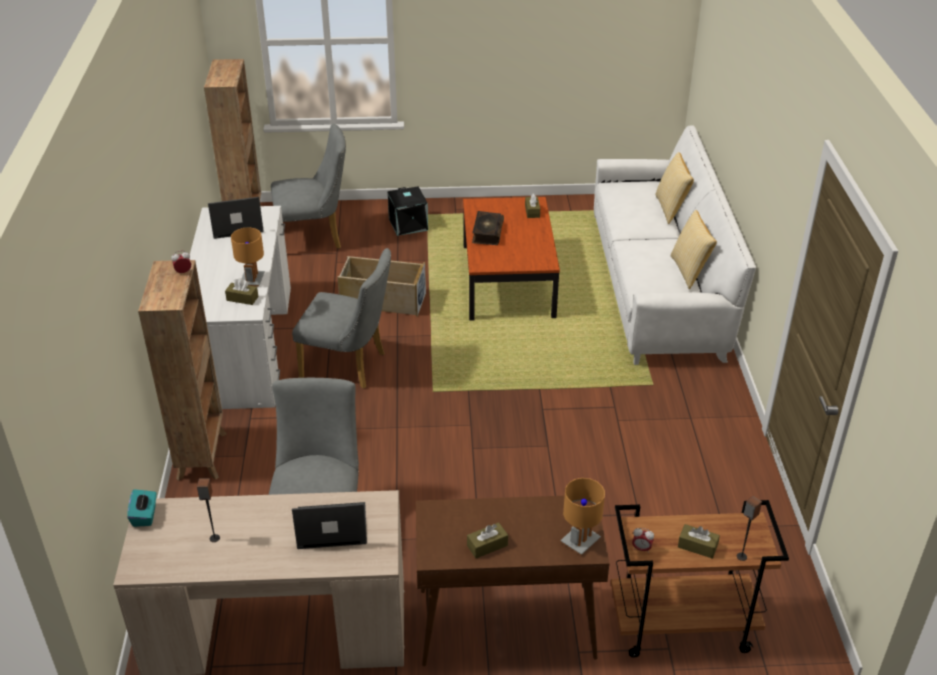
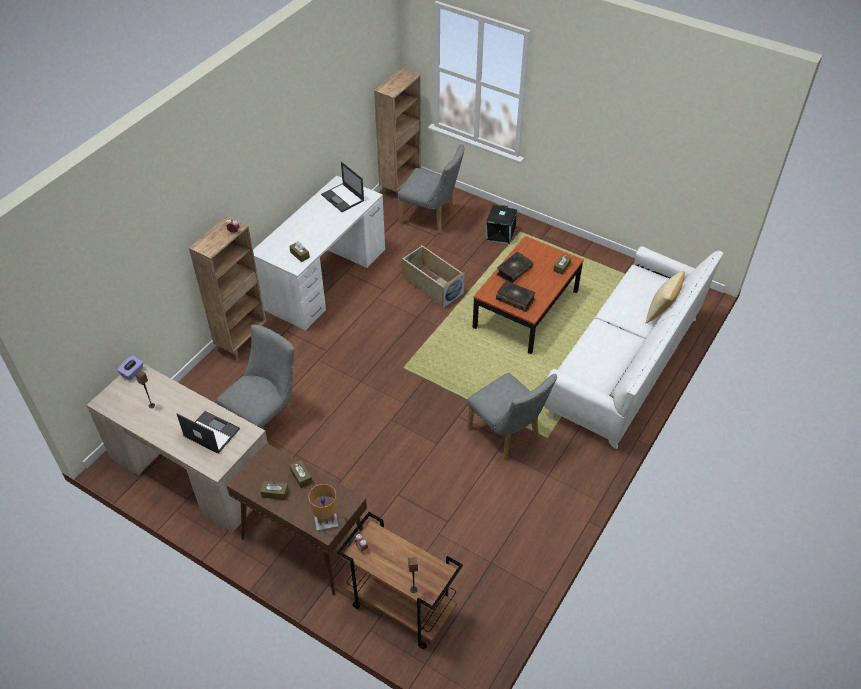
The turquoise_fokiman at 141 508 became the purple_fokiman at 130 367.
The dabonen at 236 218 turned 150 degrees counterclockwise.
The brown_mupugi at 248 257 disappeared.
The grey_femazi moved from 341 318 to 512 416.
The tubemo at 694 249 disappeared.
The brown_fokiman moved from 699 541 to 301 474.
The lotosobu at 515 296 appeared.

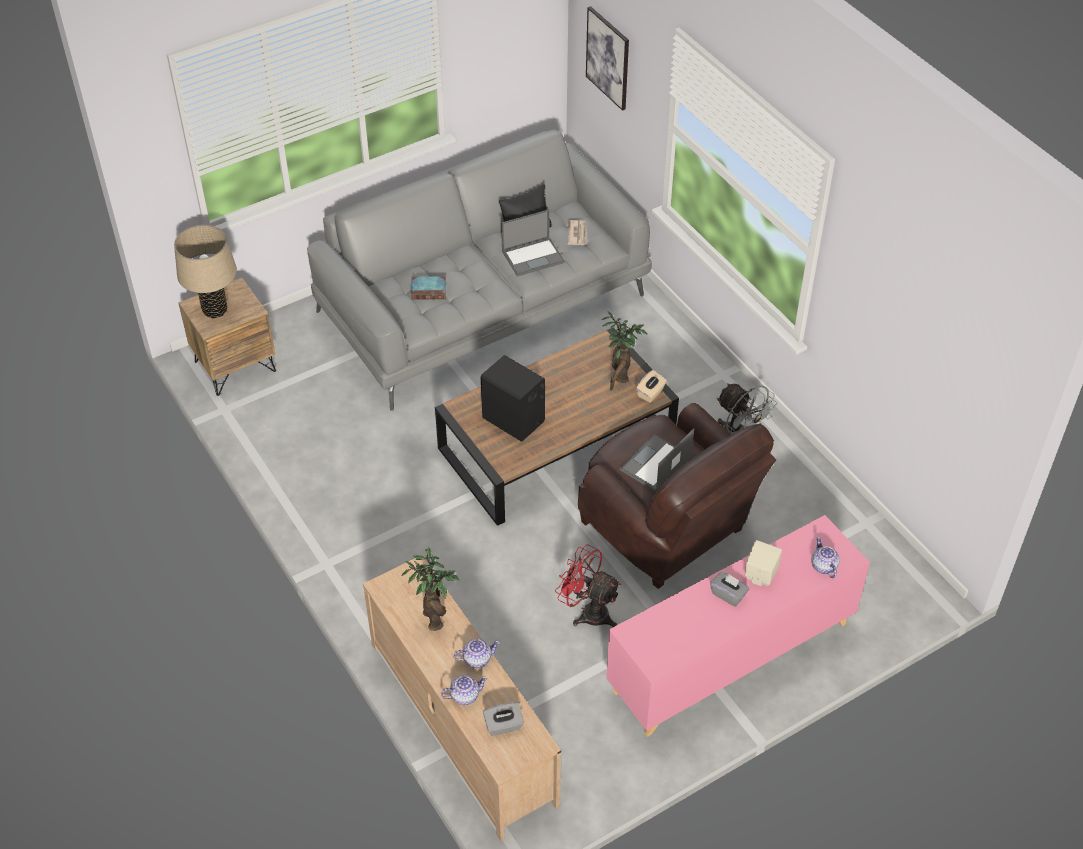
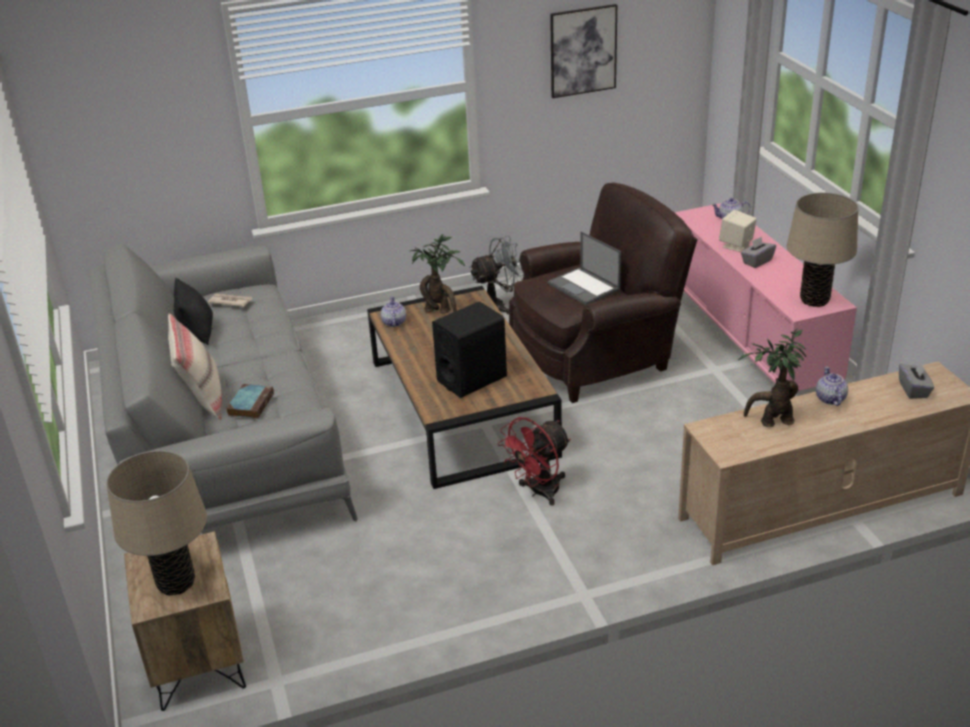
The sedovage moved from 464 690 to 393 311.
The dabonen at 533 243 disappeared.
The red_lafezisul moved from 588 585 to 534 461.
The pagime moved from 607 58 to 583 51.
The beige_fokiman at 651 386 disappeared.
The beige_tubemo at 195 366 appeared.
The beige_mupugi at 822 249 appeared.

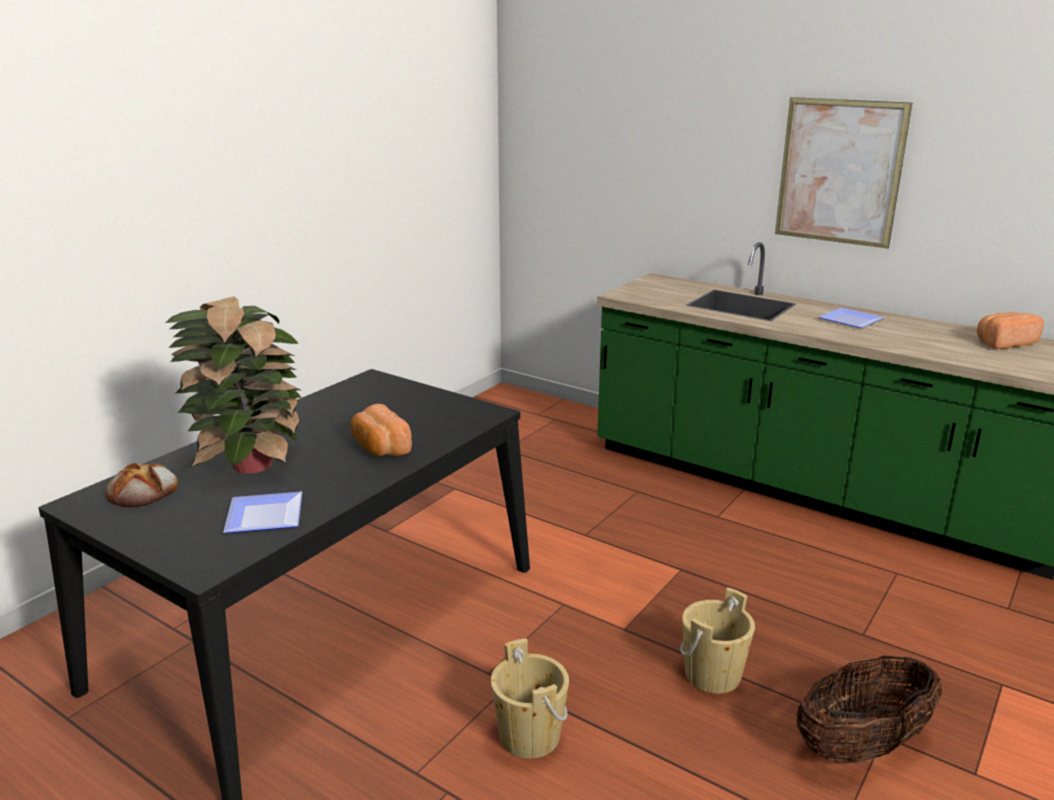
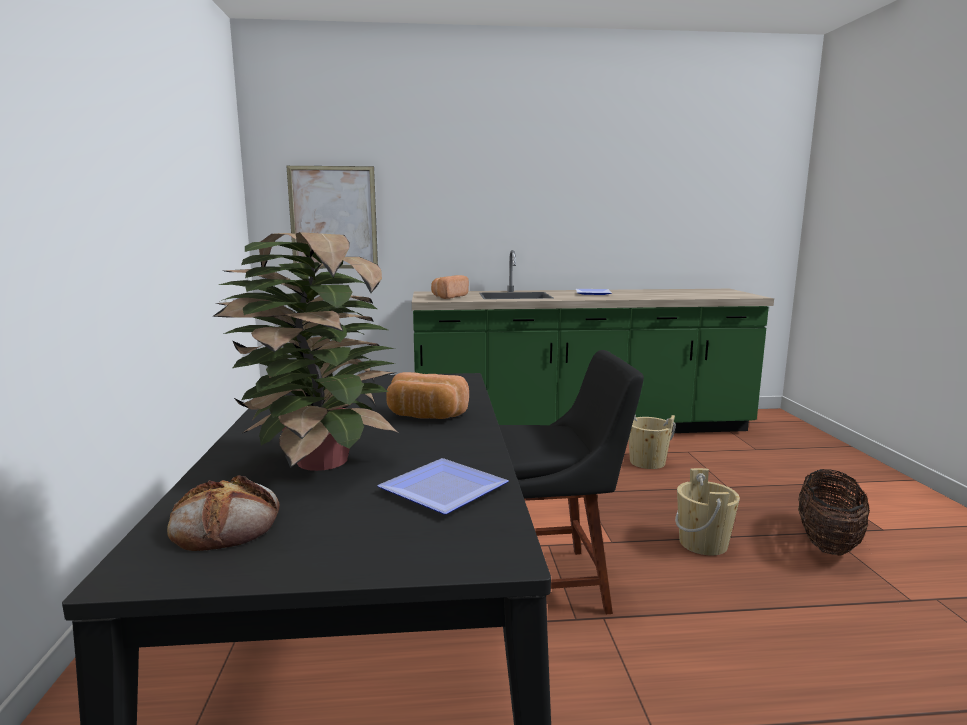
The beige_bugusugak moved from 530 698 to 652 442.
The pagime moved from 843 173 to 332 217.
The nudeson moved from 1010 330 to 450 287.
The black_femazi at 571 482 appeared.

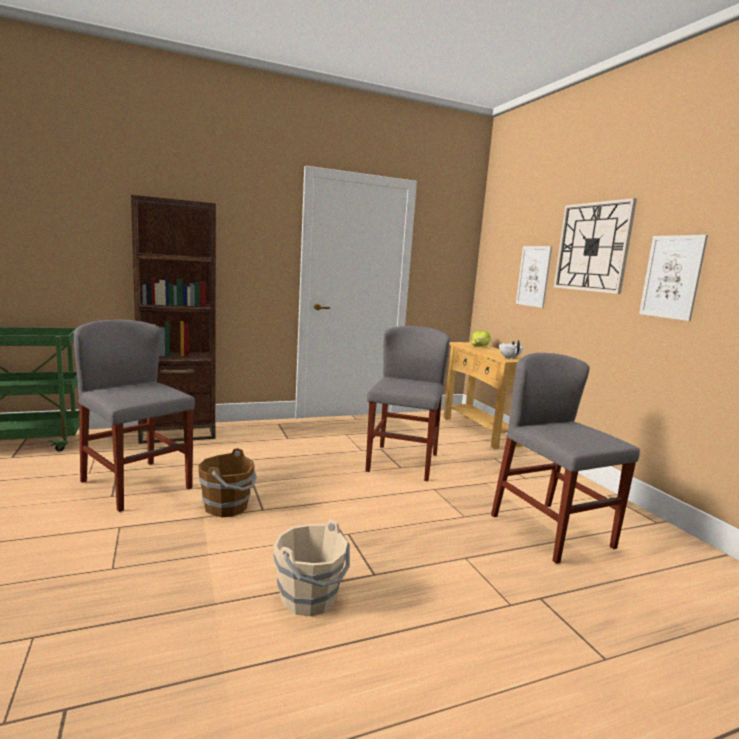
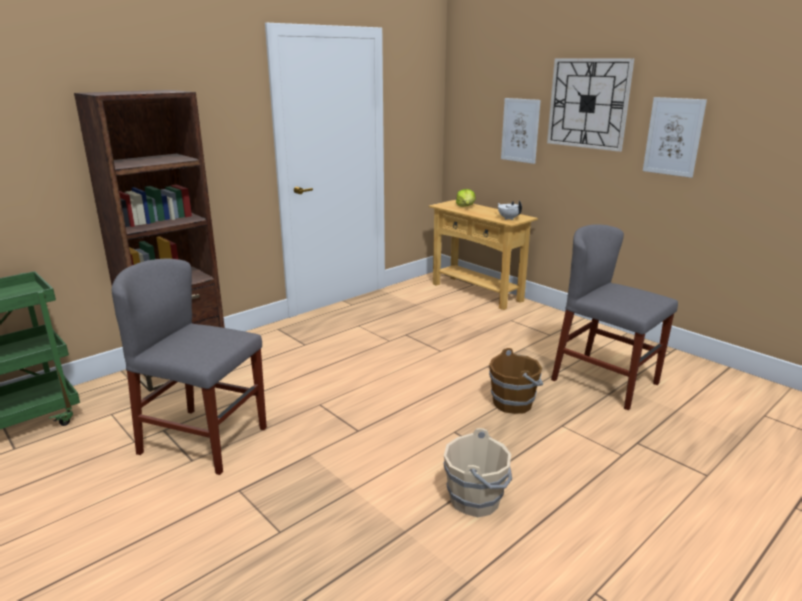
The brown_bugusugak moved from 227 482 to 516 381.
The grey_femazi at 408 403 disappeared.

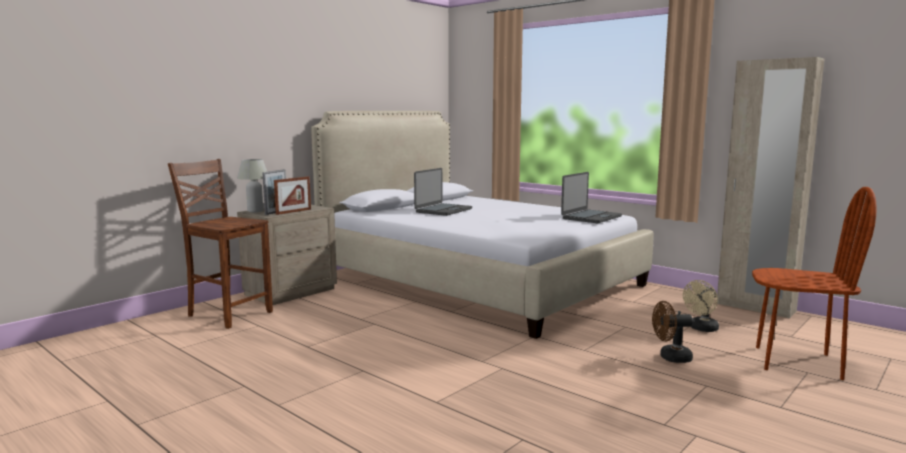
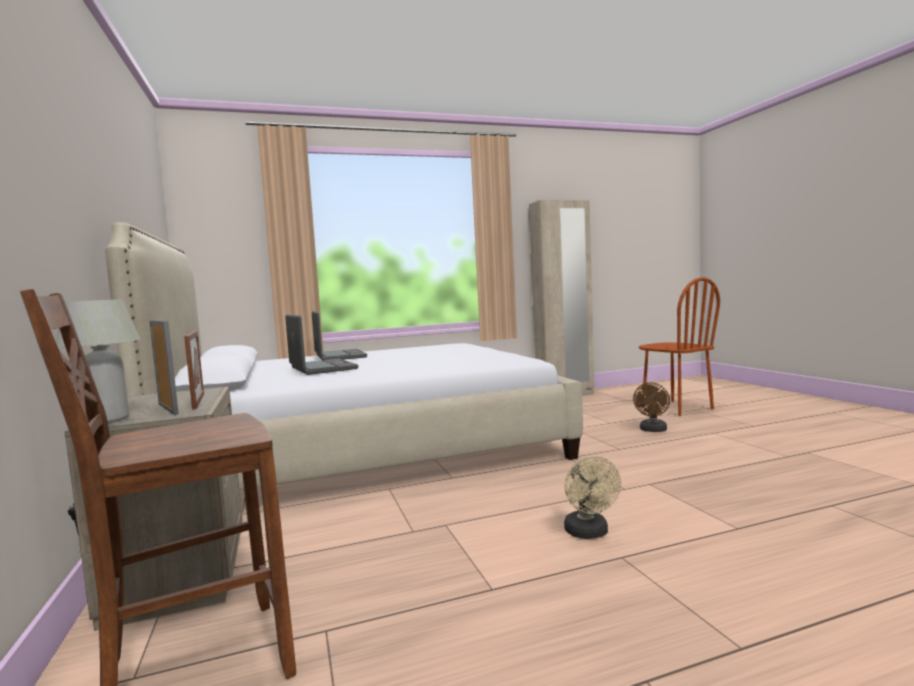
The dabonen moved from 591 197 to 339 335.
The beige_lafezisul moved from 701 306 to 592 497.
The brown_femazi at 814 283 turned 105 degrees clockwise.

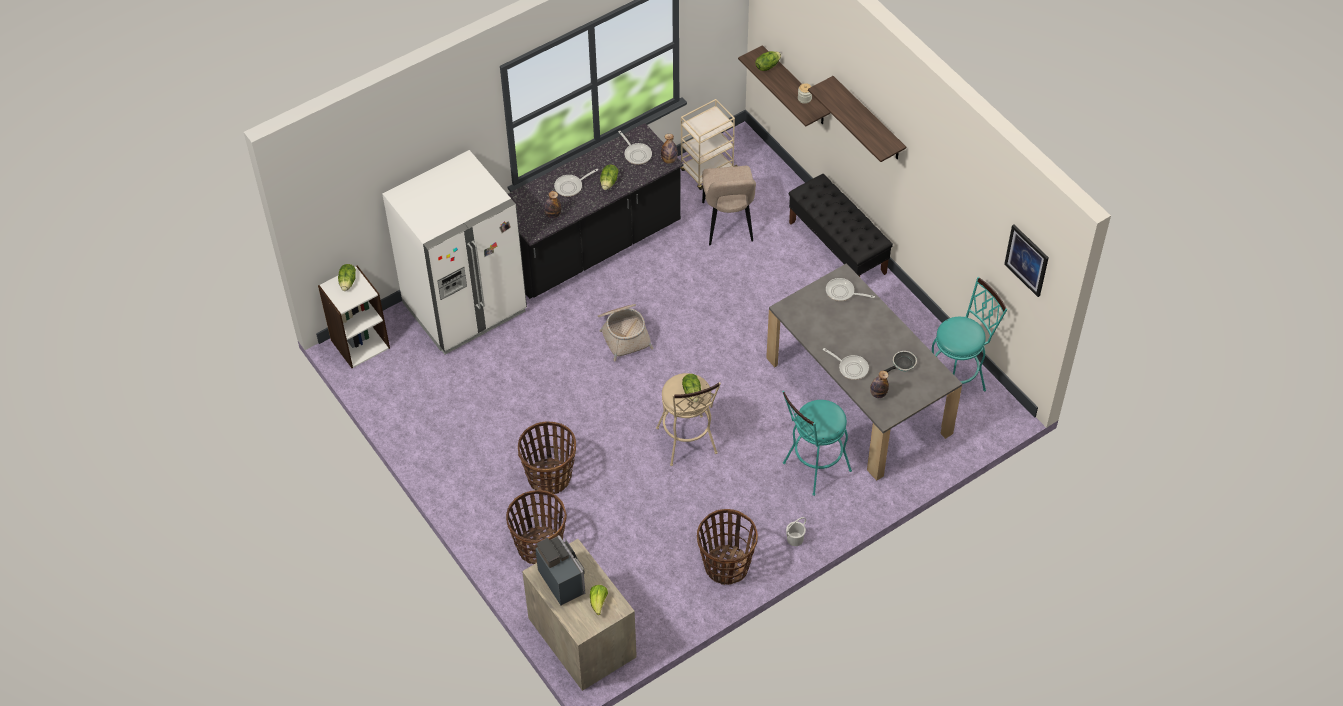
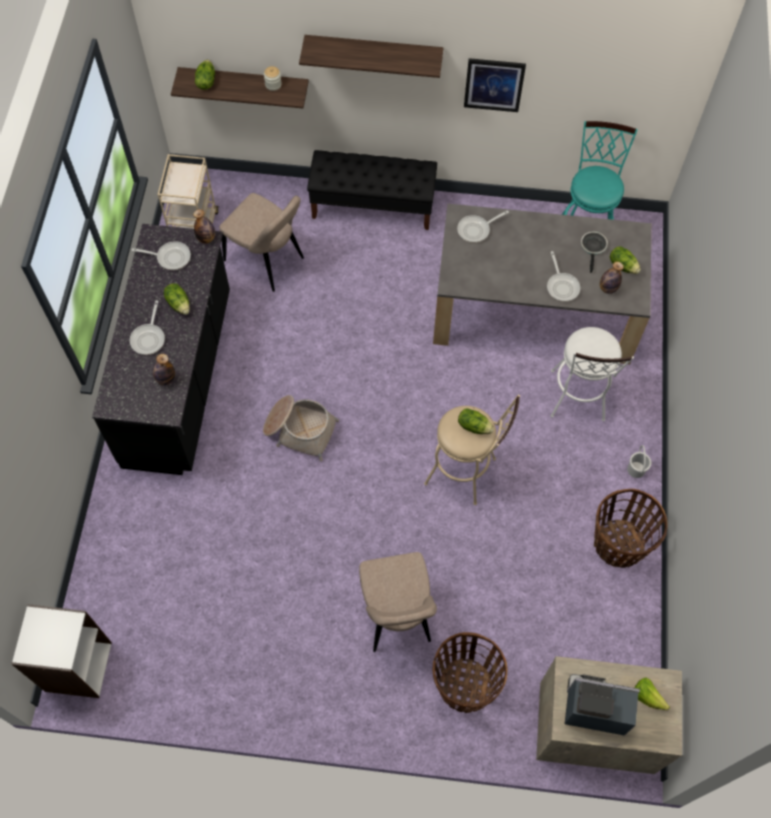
The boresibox moved from 347 277 to 625 260.
The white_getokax at 455 252 disappeared.
The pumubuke at 547 458 was replaced by the beige_femazi at 398 602.
The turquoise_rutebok at 817 443 became the white_rutebok at 592 374.
The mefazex at 846 364 turned 90 degrees clockwise.
The pagime moved from 1026 261 to 495 85.

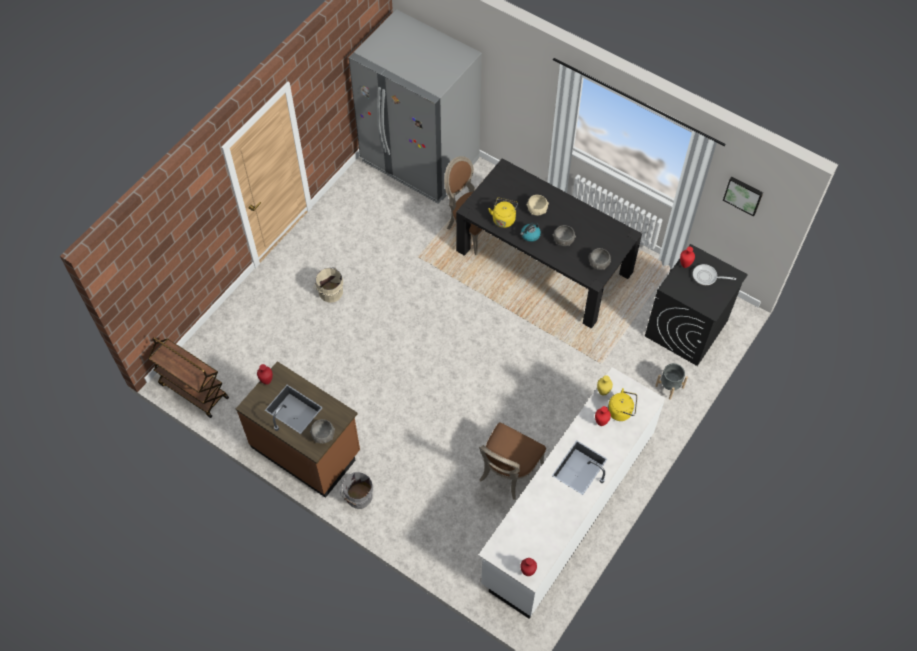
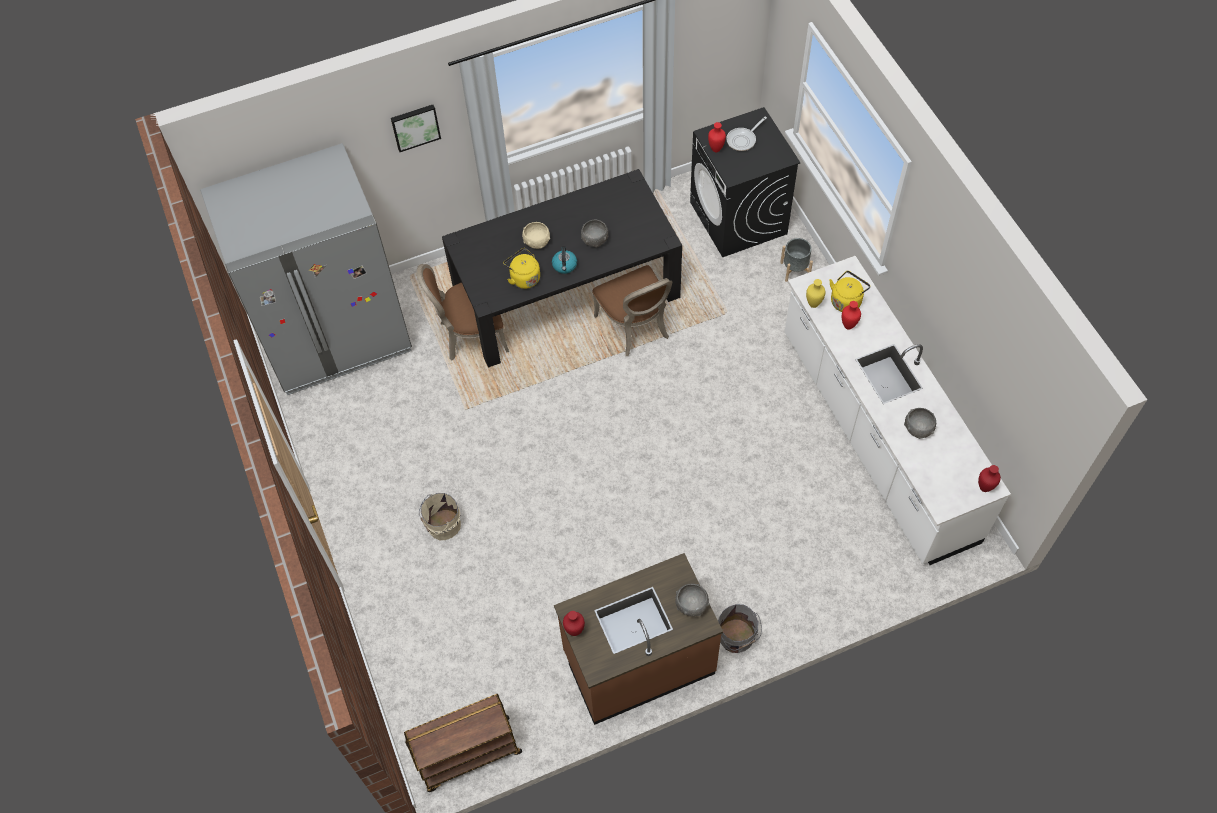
The brown_femazi moved from 512 461 to 632 310.
The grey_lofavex moved from 600 259 to 920 423.
The pagime moved from 743 197 to 416 128.

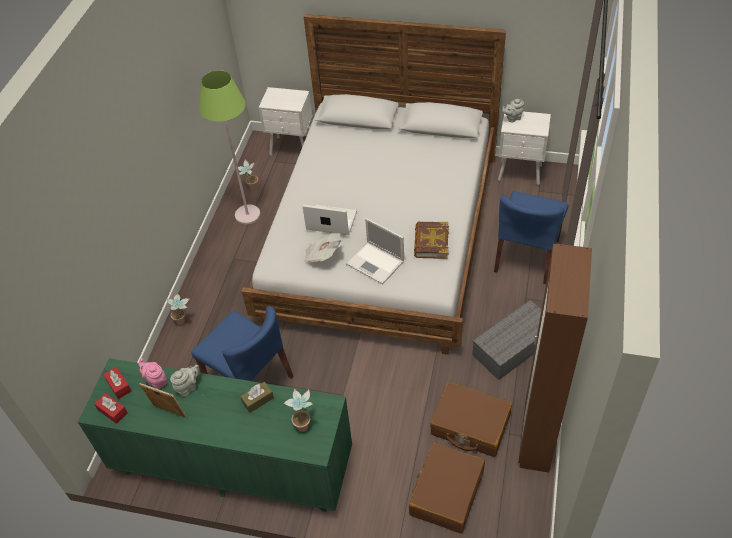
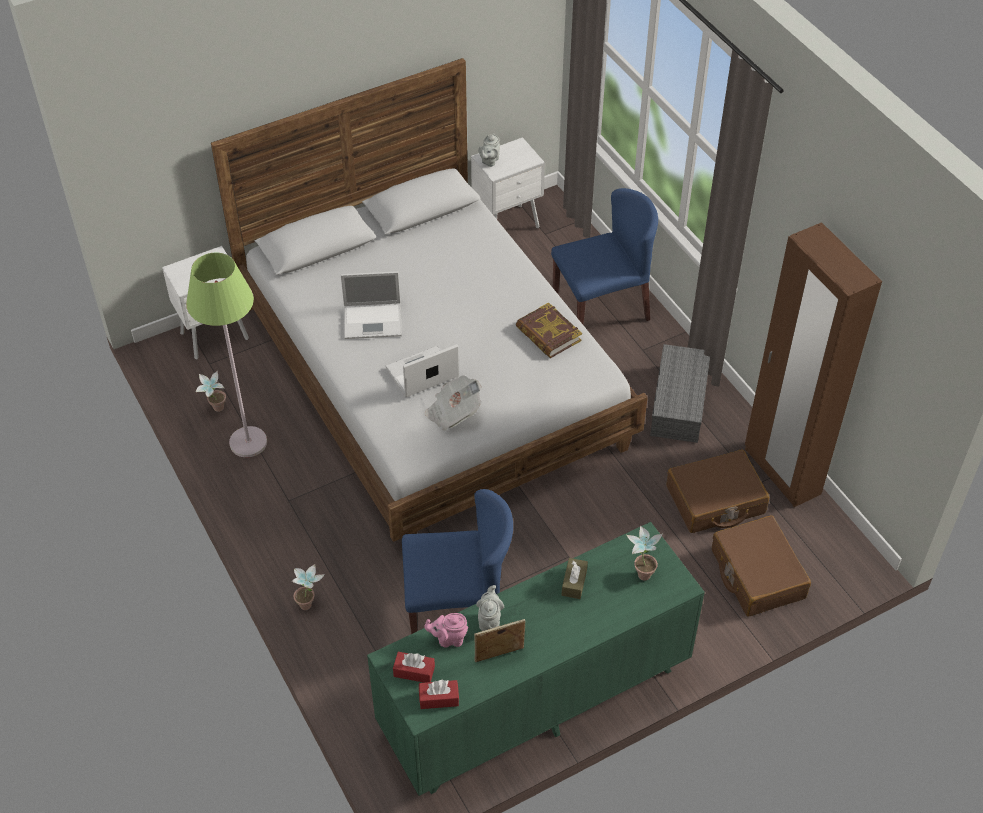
The dabonen moved from 375 251 to 371 305.
The blue_femazi at 531 237 turned 90 degrees counterclockwise.

